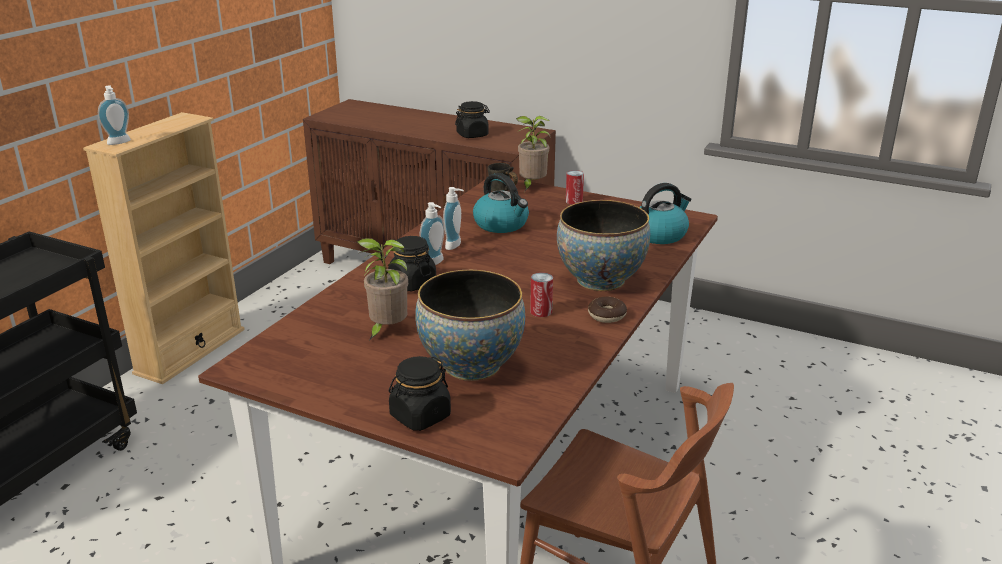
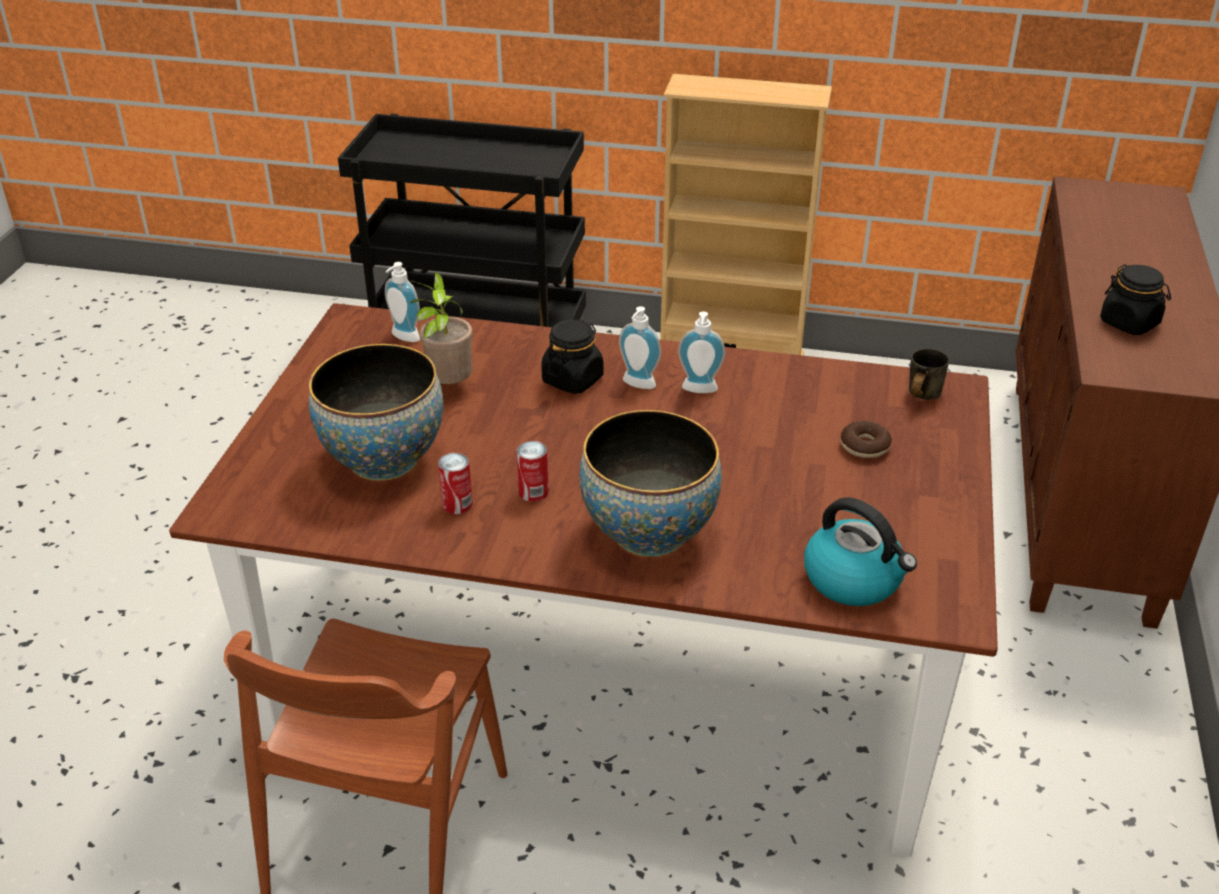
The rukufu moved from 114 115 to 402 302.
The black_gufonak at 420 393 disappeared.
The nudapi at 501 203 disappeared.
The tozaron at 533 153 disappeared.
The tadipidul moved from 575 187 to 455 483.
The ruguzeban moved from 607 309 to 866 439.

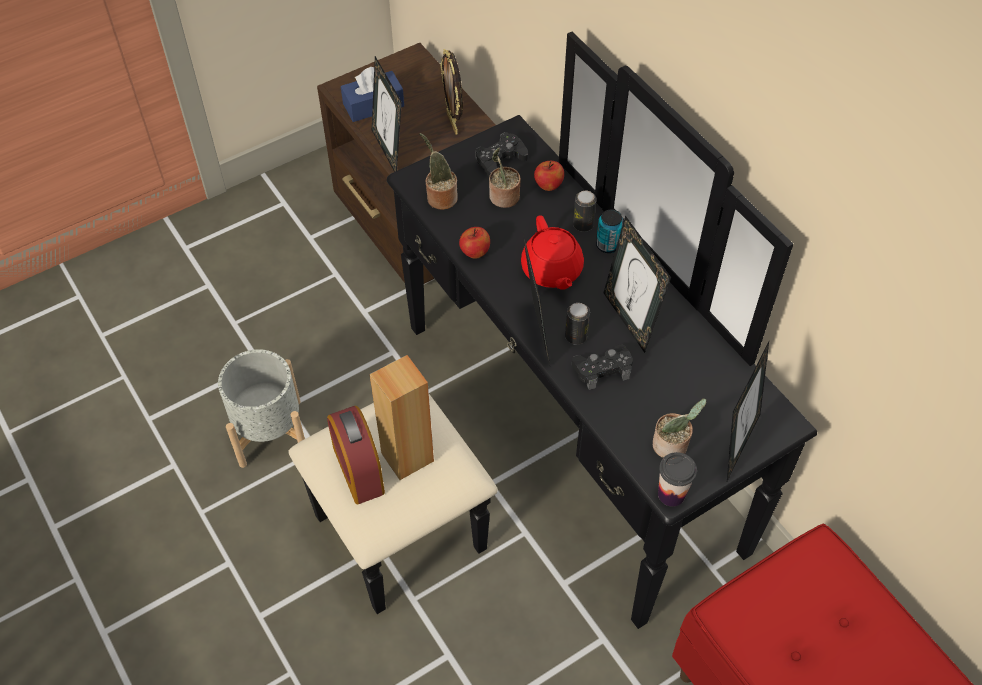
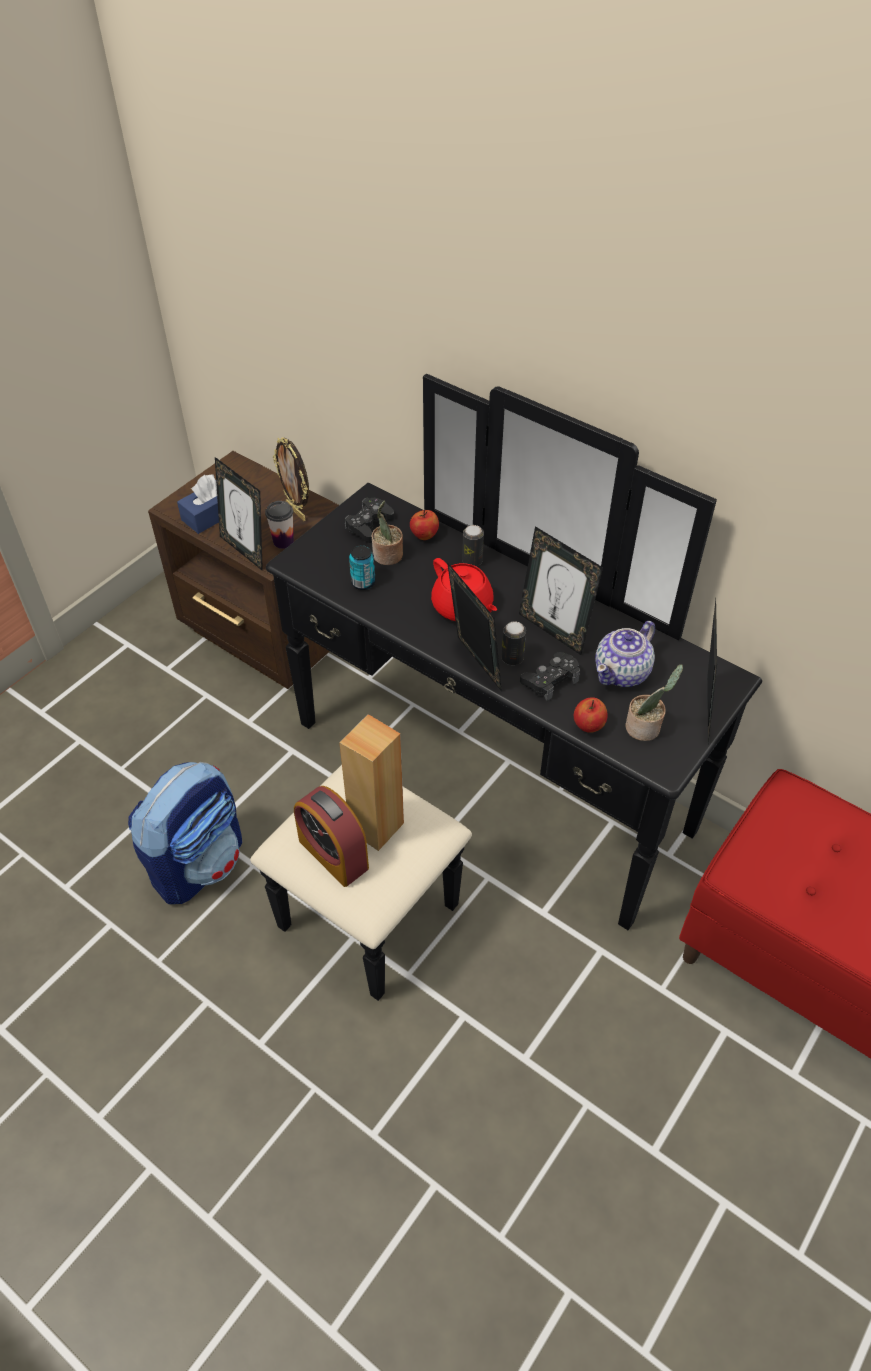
The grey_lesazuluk at 261 408 was replaced by the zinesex at 185 833.
The tozaron at 438 171 disappeared.
The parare moved from 474 243 to 591 715.
The tadipidul moved from 610 231 to 362 567.
The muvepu moved from 677 479 to 279 525.
The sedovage at 625 654 appeared.

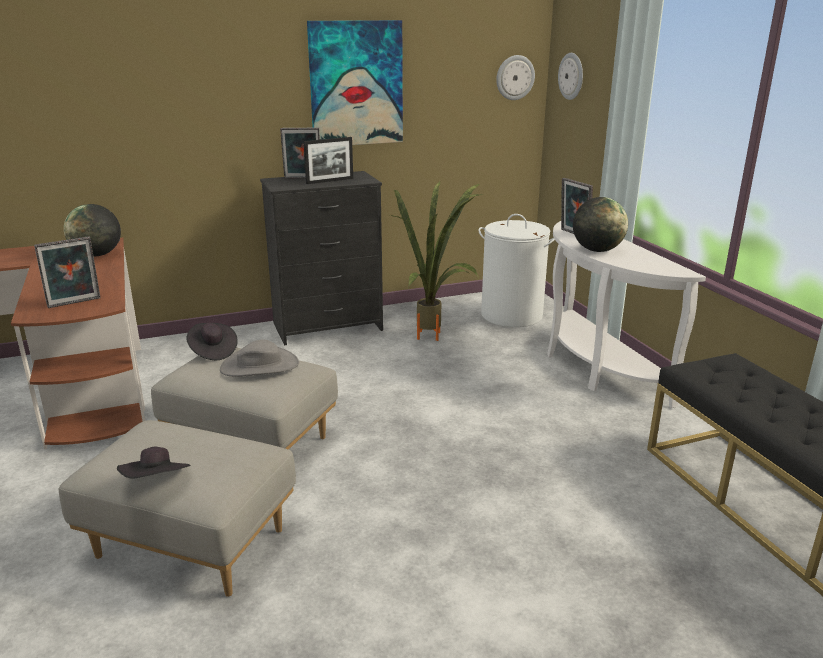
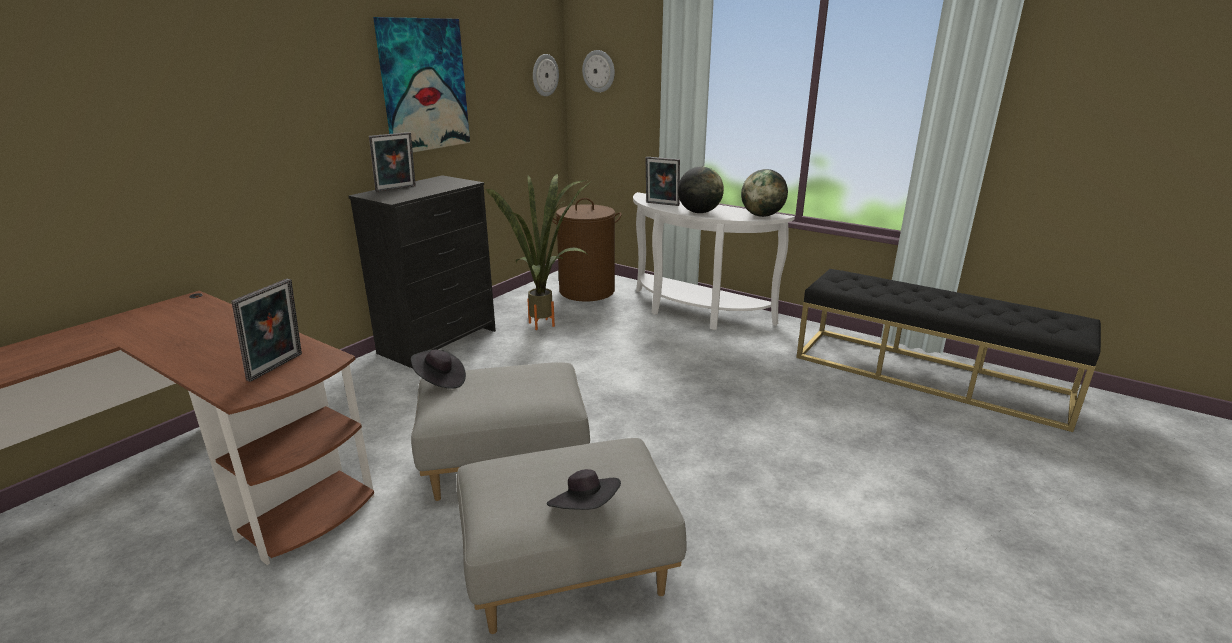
The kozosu moved from 92 230 to 764 193.
The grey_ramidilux at 259 358 disappeared.
The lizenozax at 328 160 disappeared.
The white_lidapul at 517 270 became the brown_lidapul at 587 250.

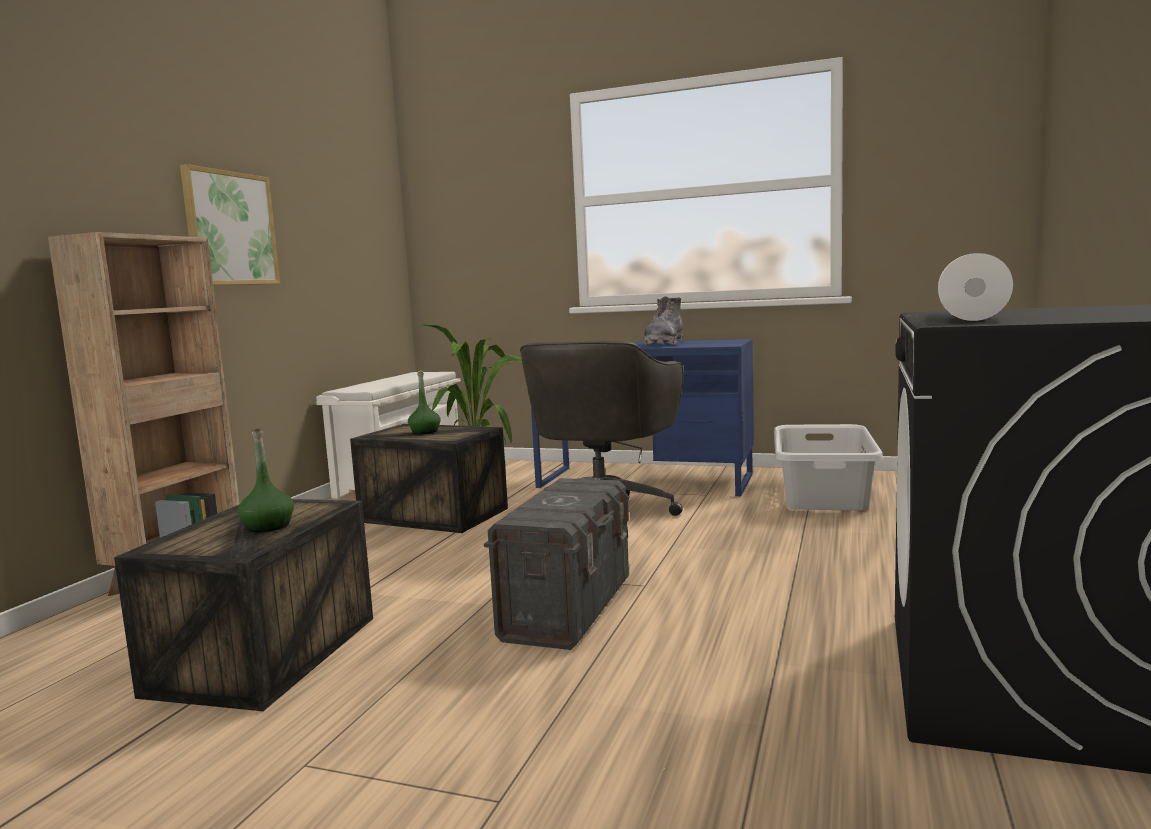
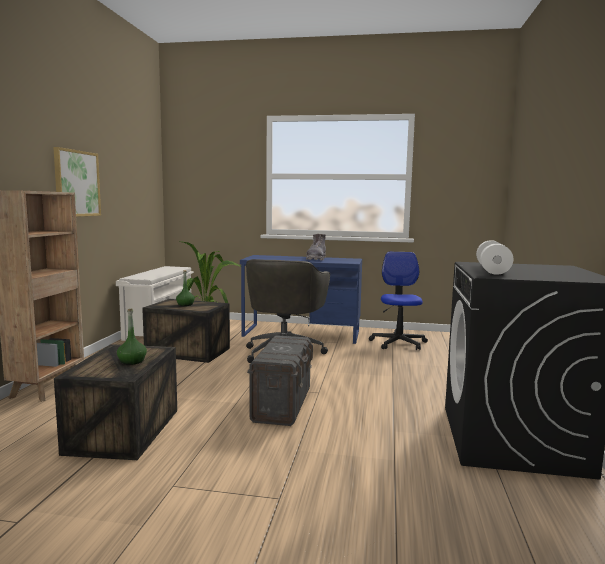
The grey_lidapul at 828 467 was replaced by the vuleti at 398 301.

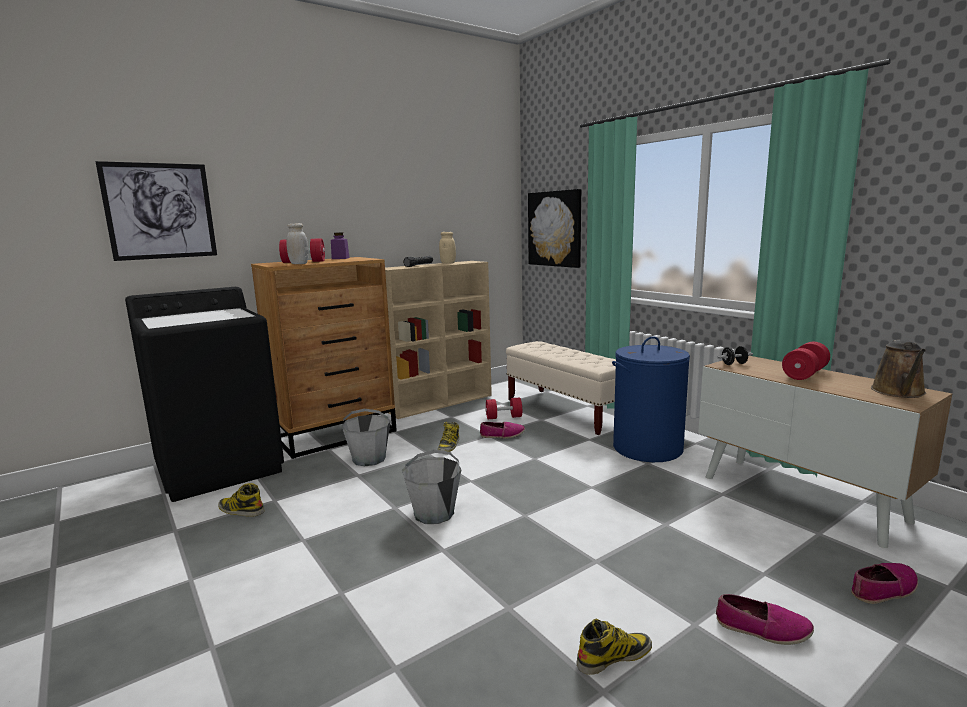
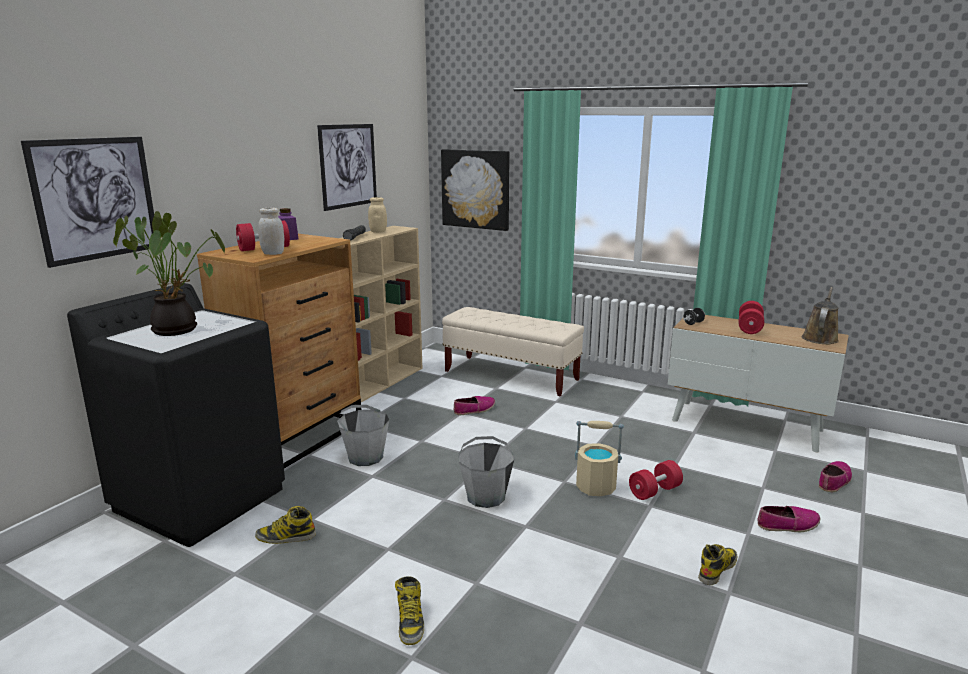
The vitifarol moved from 449 437 to 409 610.
The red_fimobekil moved from 503 408 to 656 480.
The blue_lidapul at 651 399 disappeared.
The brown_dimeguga at 898 369 turned 150 degrees counterclockwise.
The tozaron at 169 273 appeared.
The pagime at 347 167 appeared.
The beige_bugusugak at 599 458 appeared.

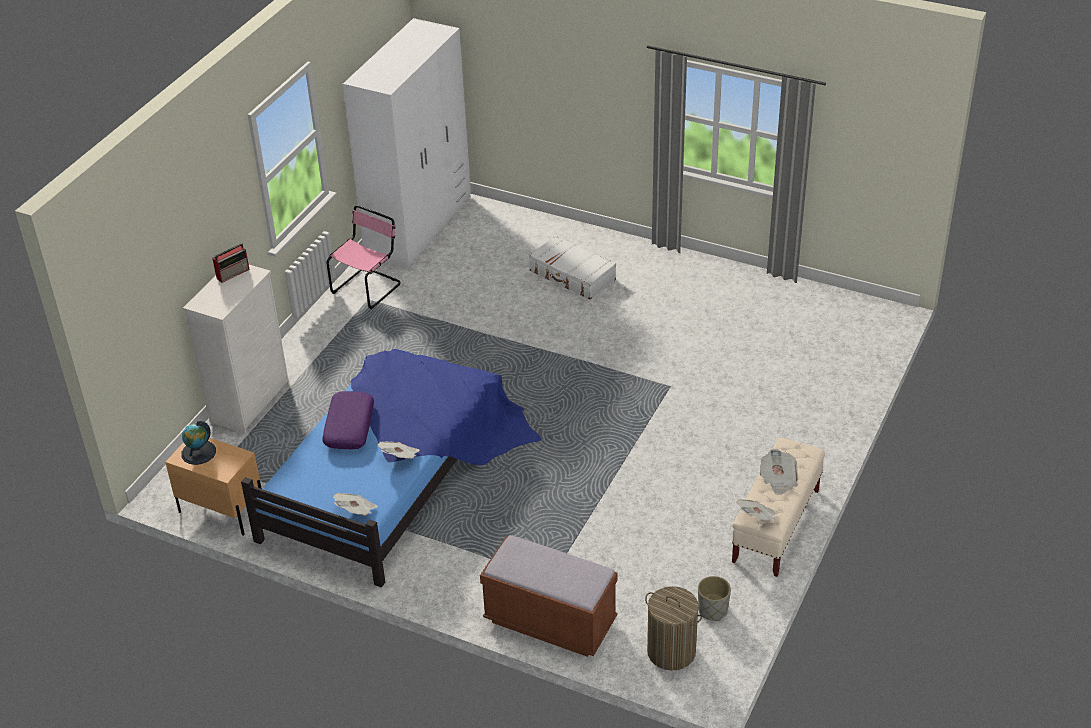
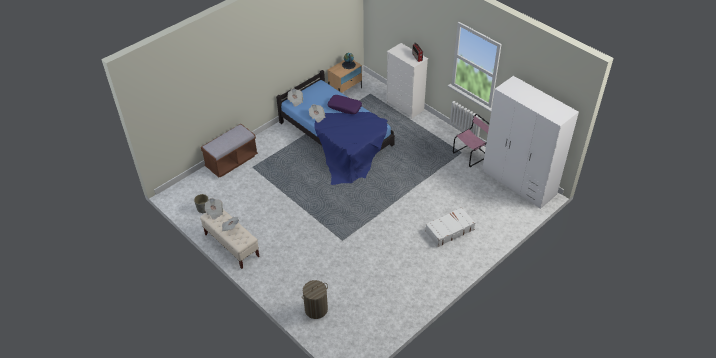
The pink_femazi at 363 257 turned 90 degrees counterclockwise.
The lidapul moved from 673 628 to 315 299.

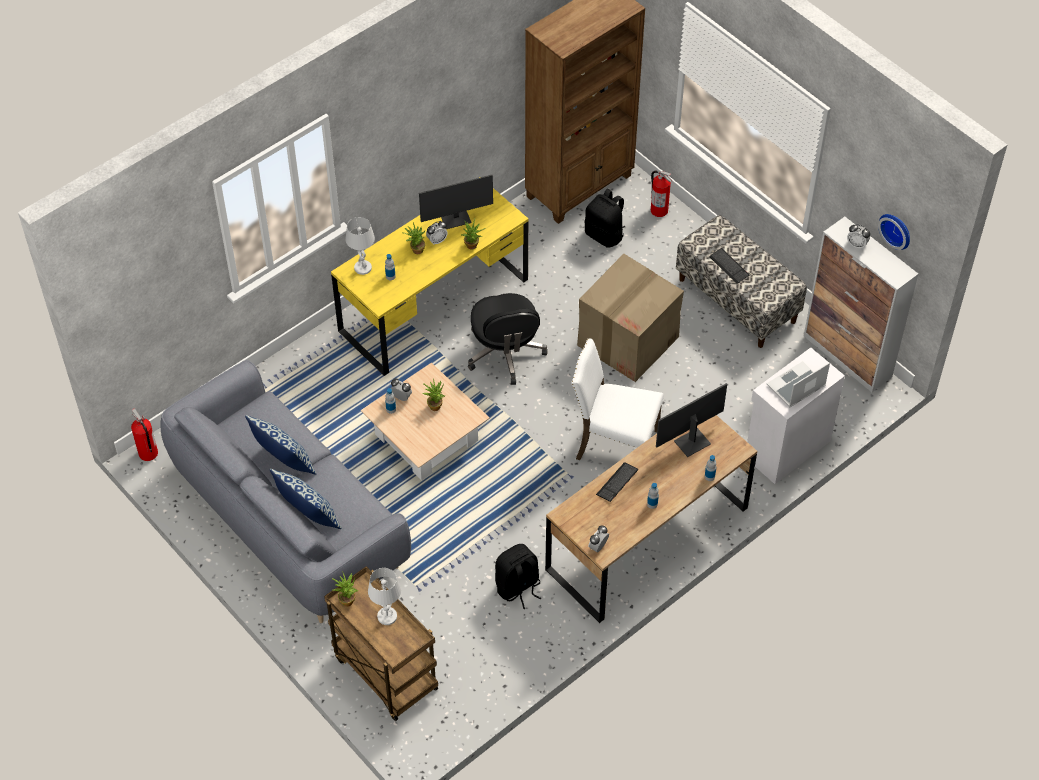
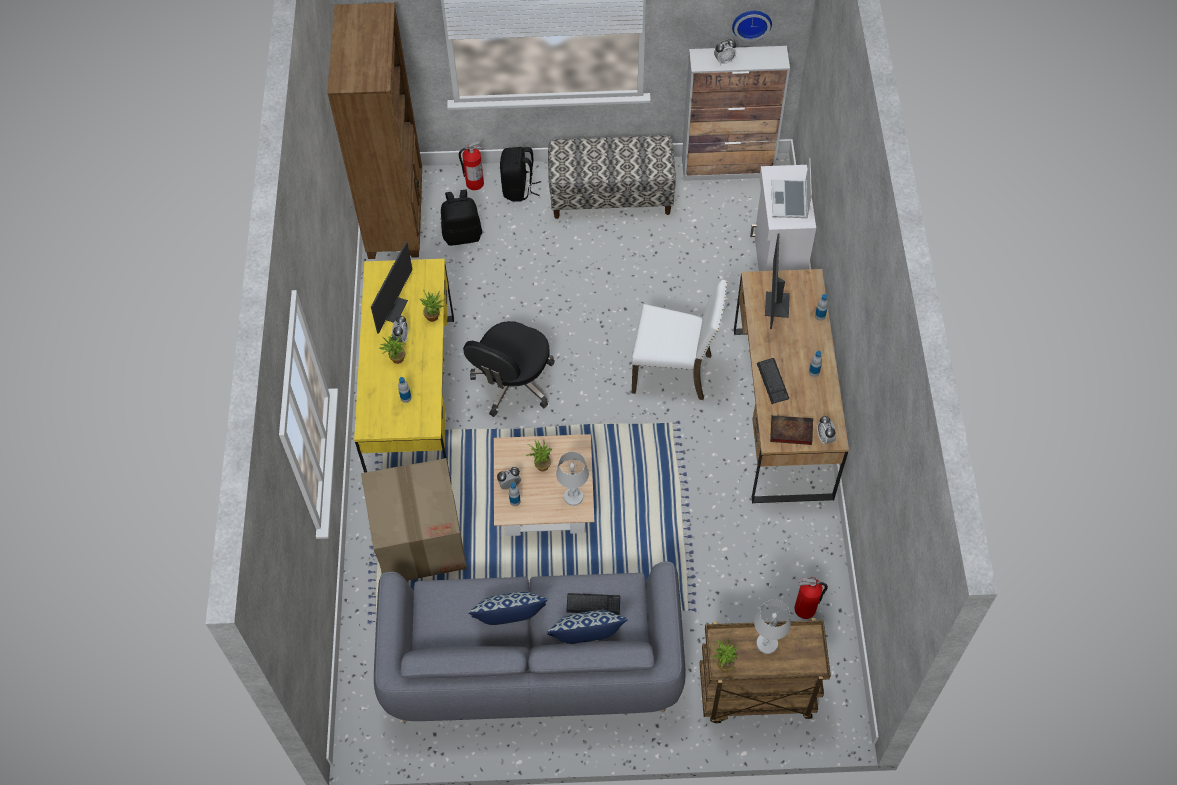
The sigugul moved from 144 434 to 811 598.
The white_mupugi moved from 360 246 to 572 479.
The black_vuleti at 508 339 turned 90 degrees clockwise.
The black_zinesex moved from 518 576 to 520 174.
The white_femazi at 617 399 turned 135 degrees counterclockwise.
The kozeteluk moved from 630 318 to 414 519.
The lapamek moved from 729 266 to 593 604.
The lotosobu at 791 430 appeared.

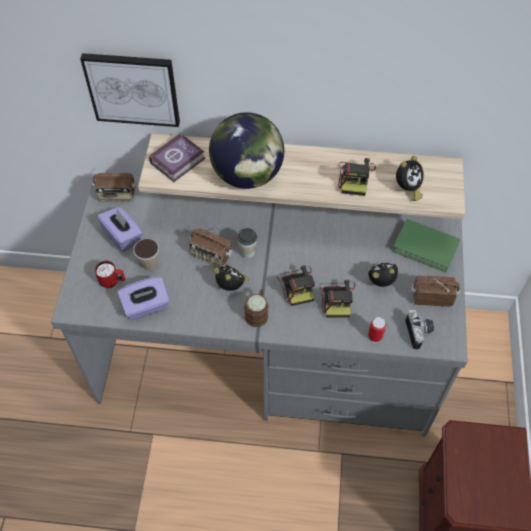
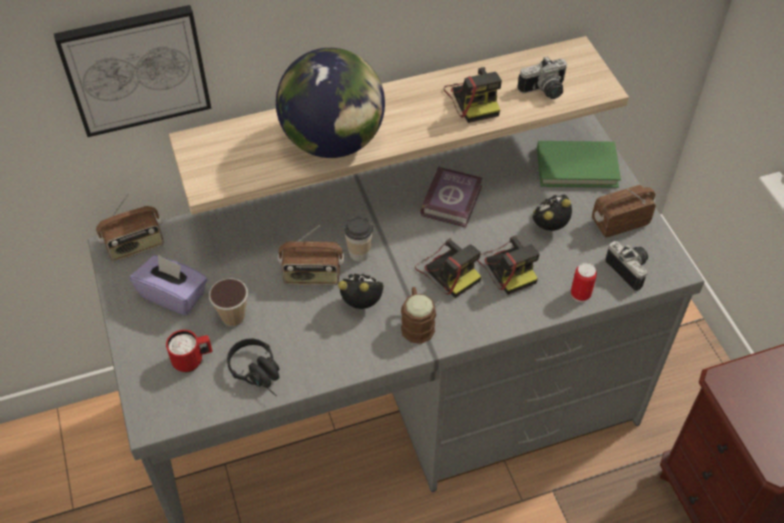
The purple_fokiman at 143 298 was replaced by the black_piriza at 253 367.
The lotosobu moved from 177 157 to 451 197.
The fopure at 409 178 was replaced by the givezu at 542 77.

